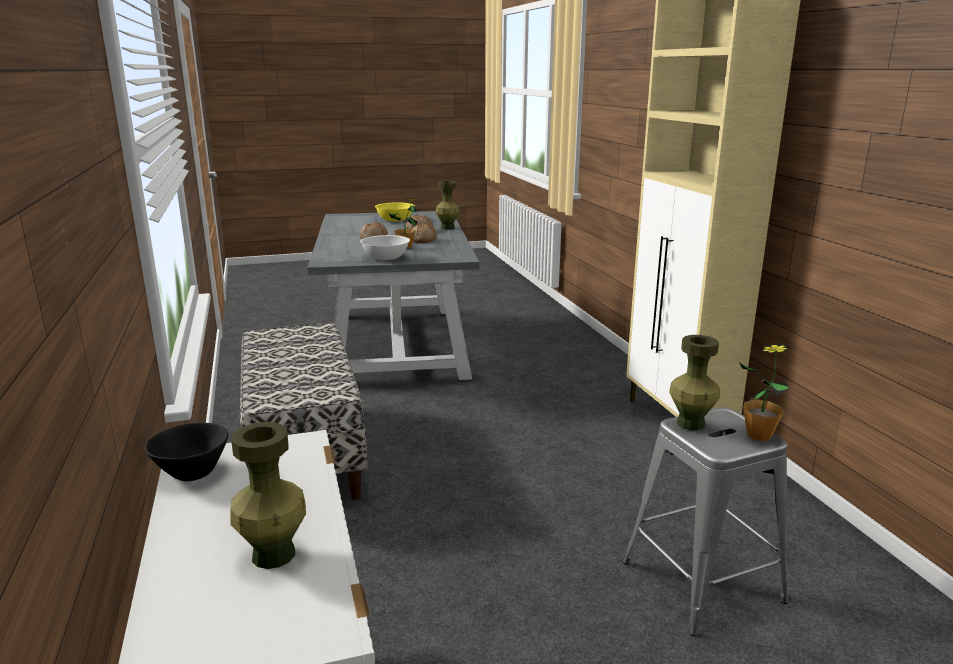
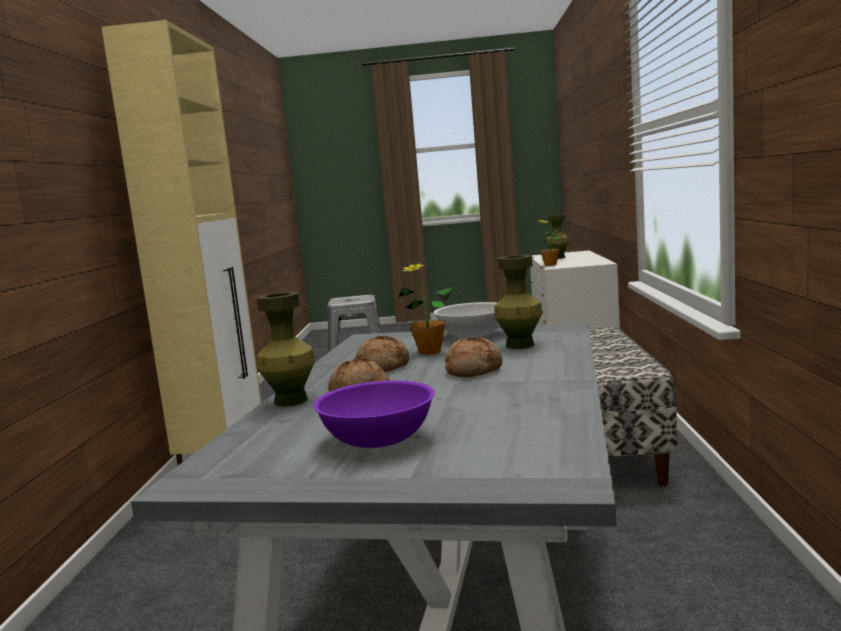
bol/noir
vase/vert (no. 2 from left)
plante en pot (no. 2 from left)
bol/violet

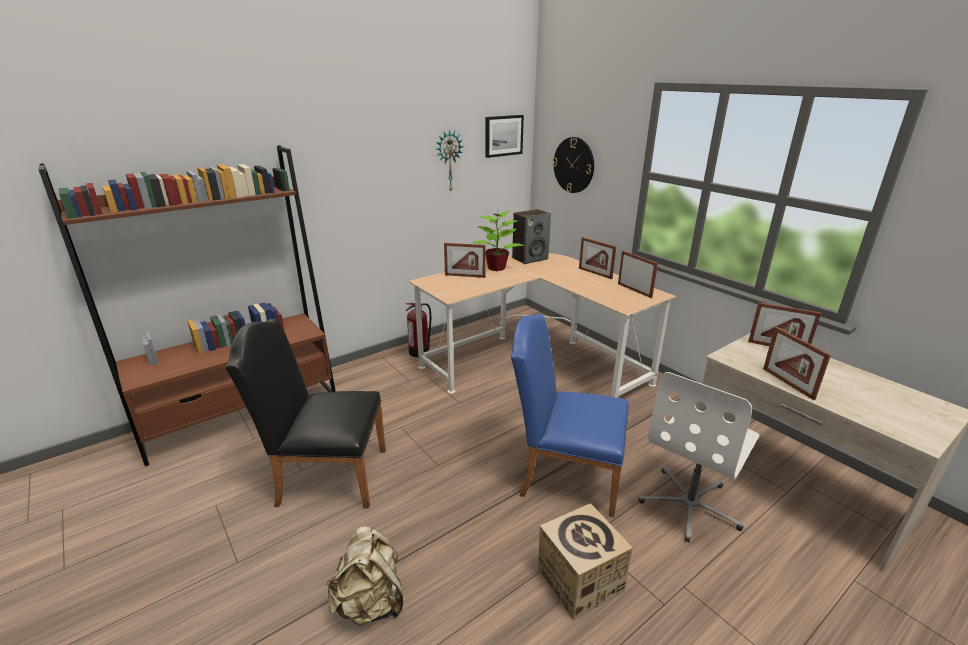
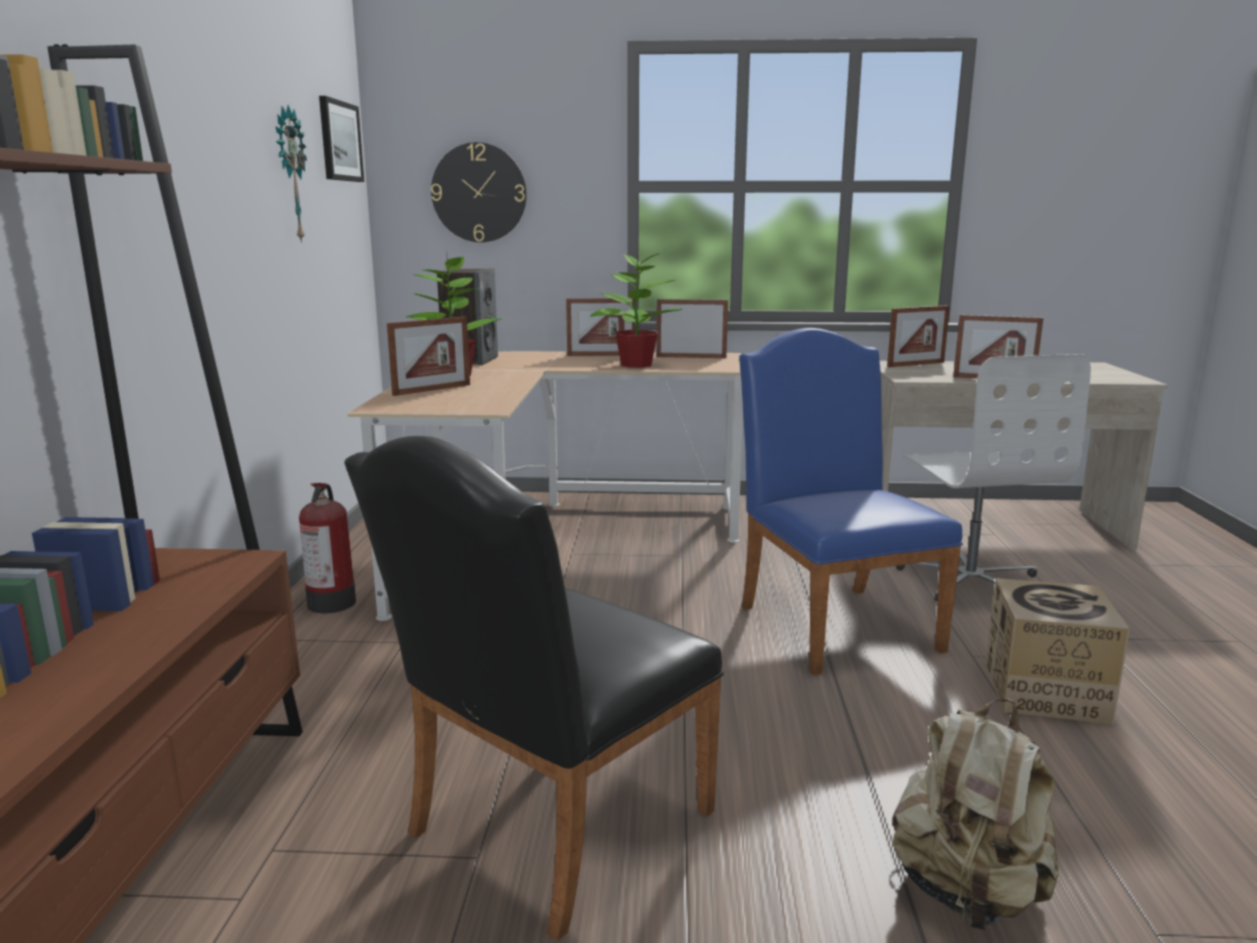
plante en pot (no. 2 from left)
chaise/bleu

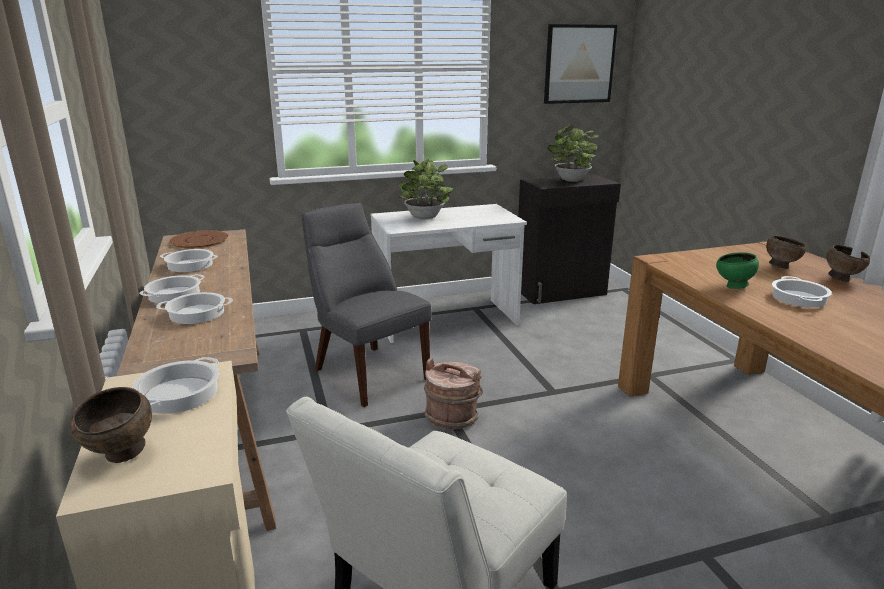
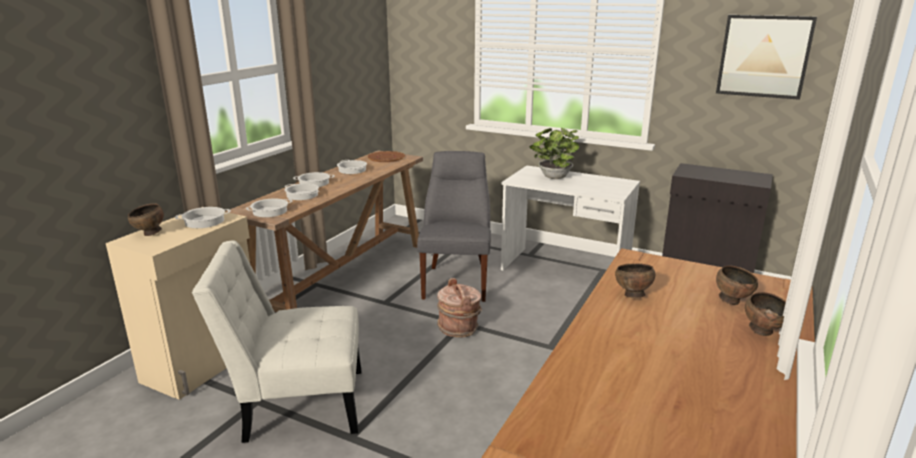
plante en pot (no. 2 from left in the first image)
marmite (no. 2 from left)
bol/marron (no. 2 from left)

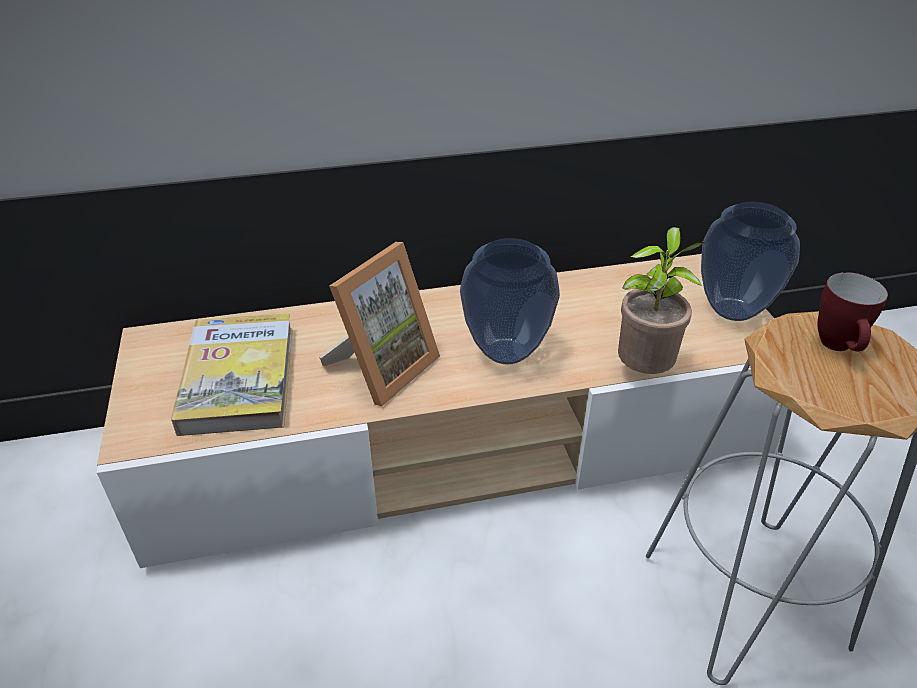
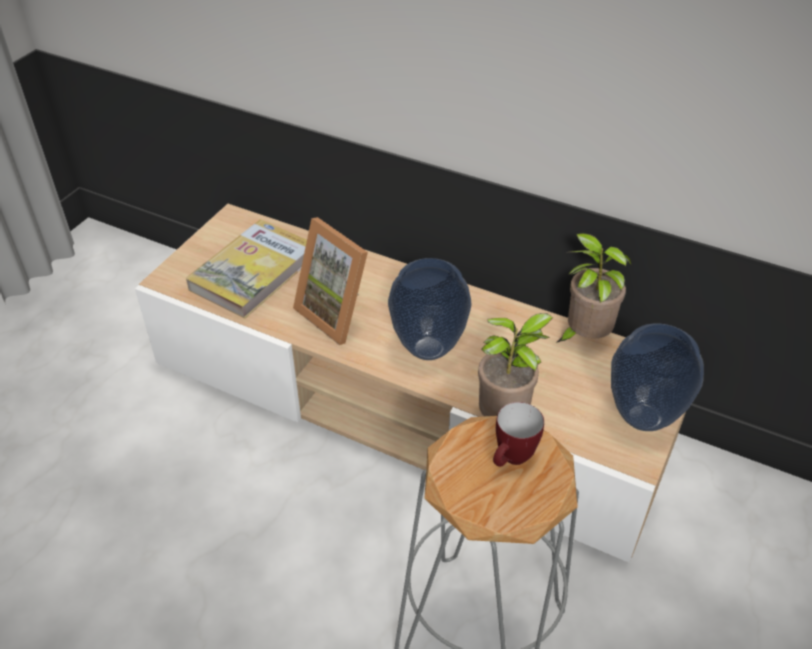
plante en pot (no. 2 from left)
cadre photo

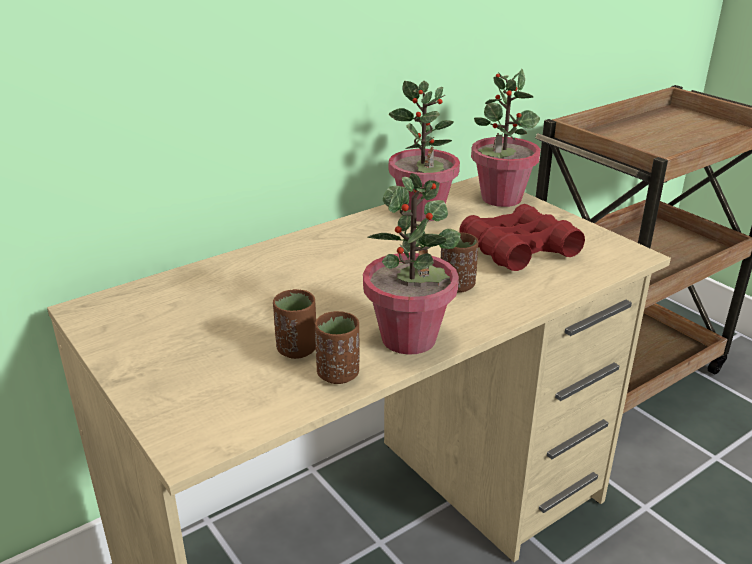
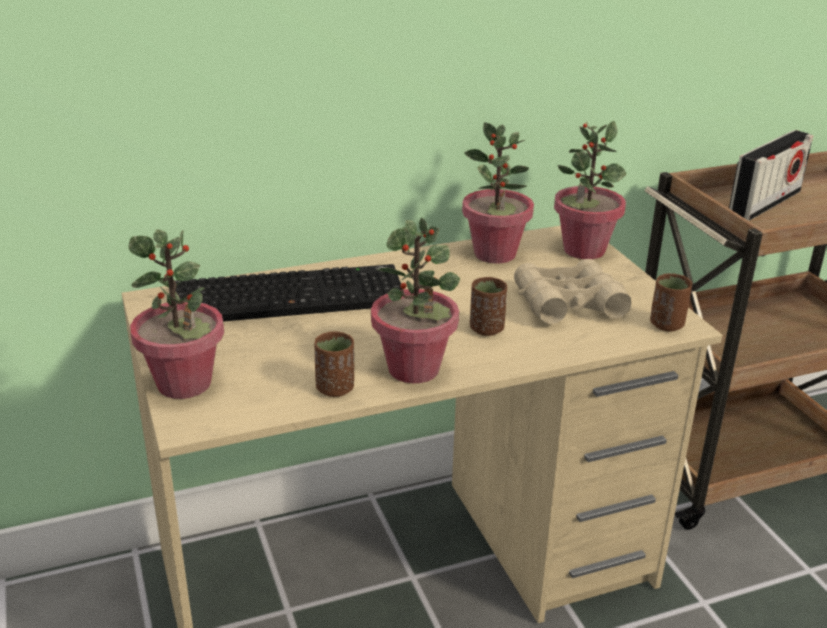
plante en pot (no. 1 from left)
clavier
radio
tasse/marron (no. 3 from left)
jumelles/beige

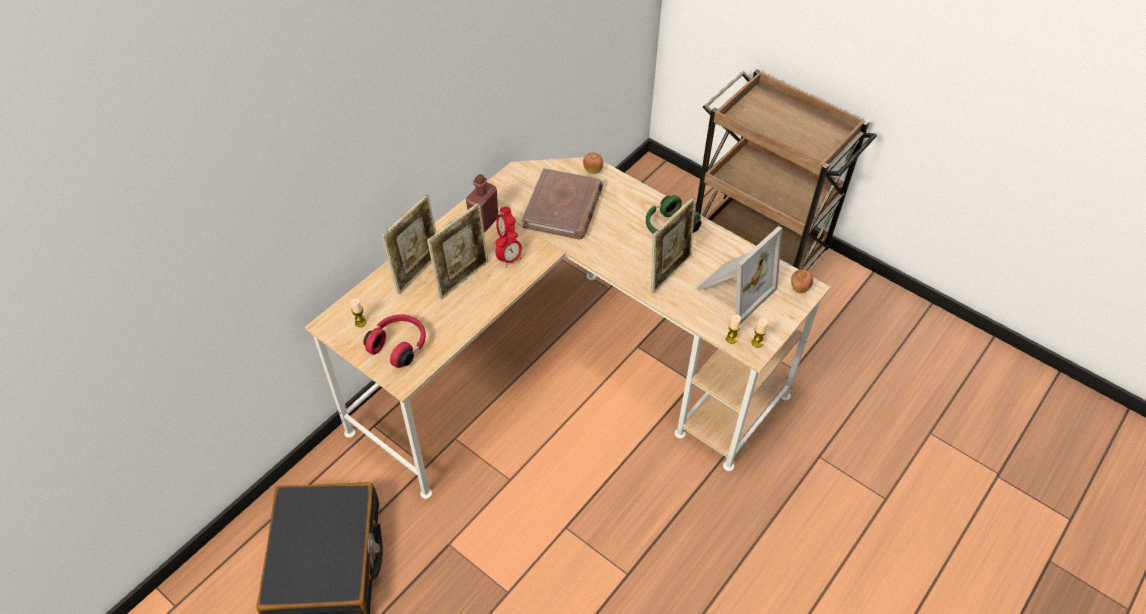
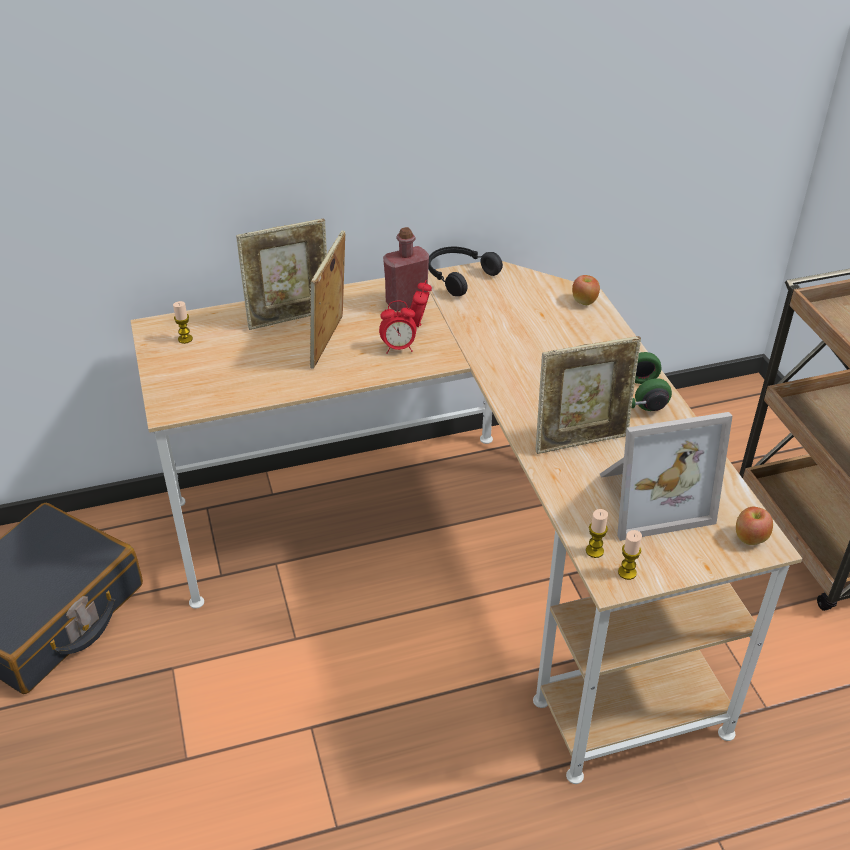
casque audio/rouge
livre/marron
casque audio/noir
cadre photo (no. 2 from left)

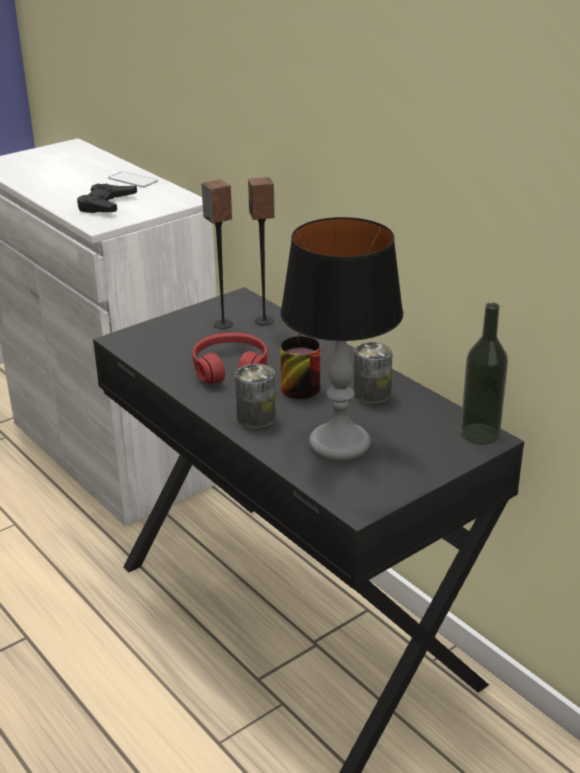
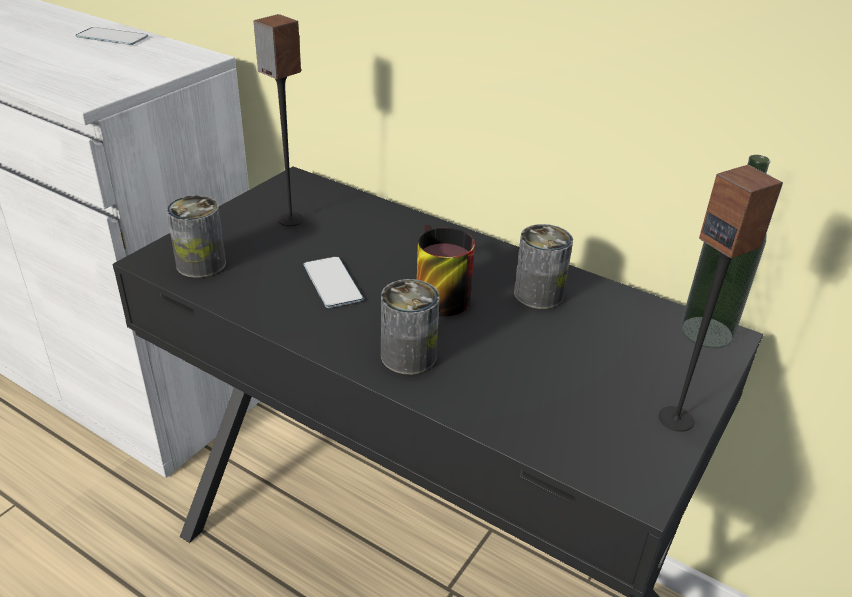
manette/noir
lampe de table
boîte métallique (no. 1 from left)
enceinte (no. 2 from left)
téléphone (no. 2 from left)

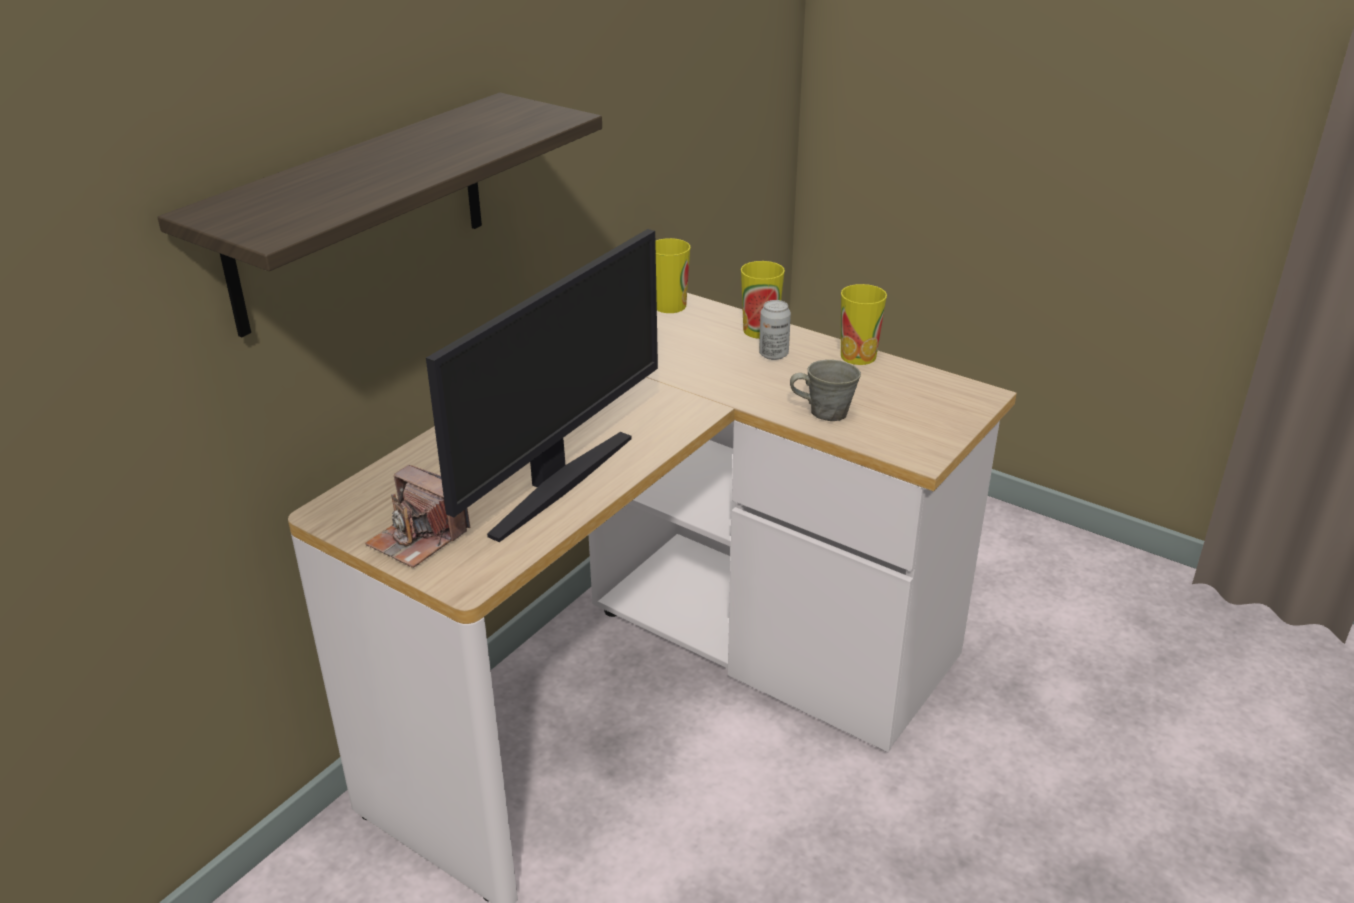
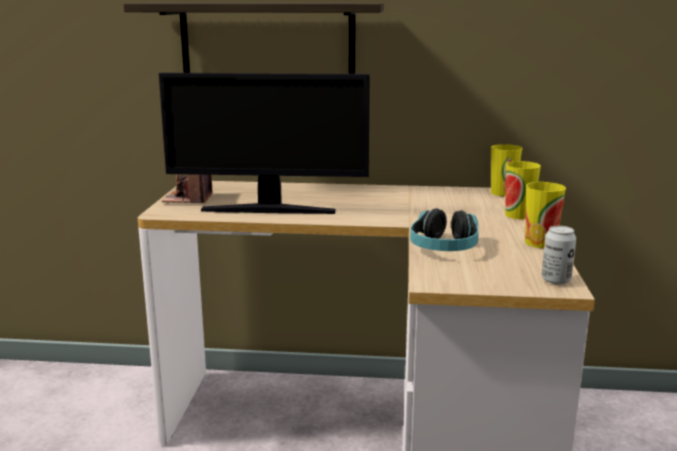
boîte métallique
casque audio

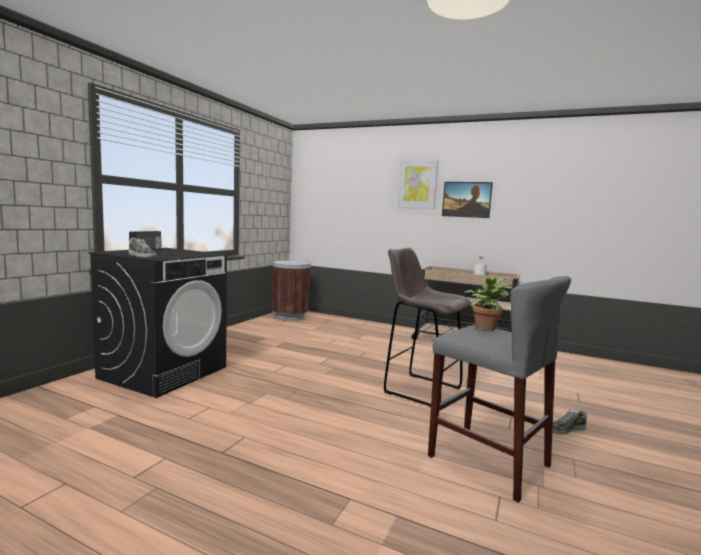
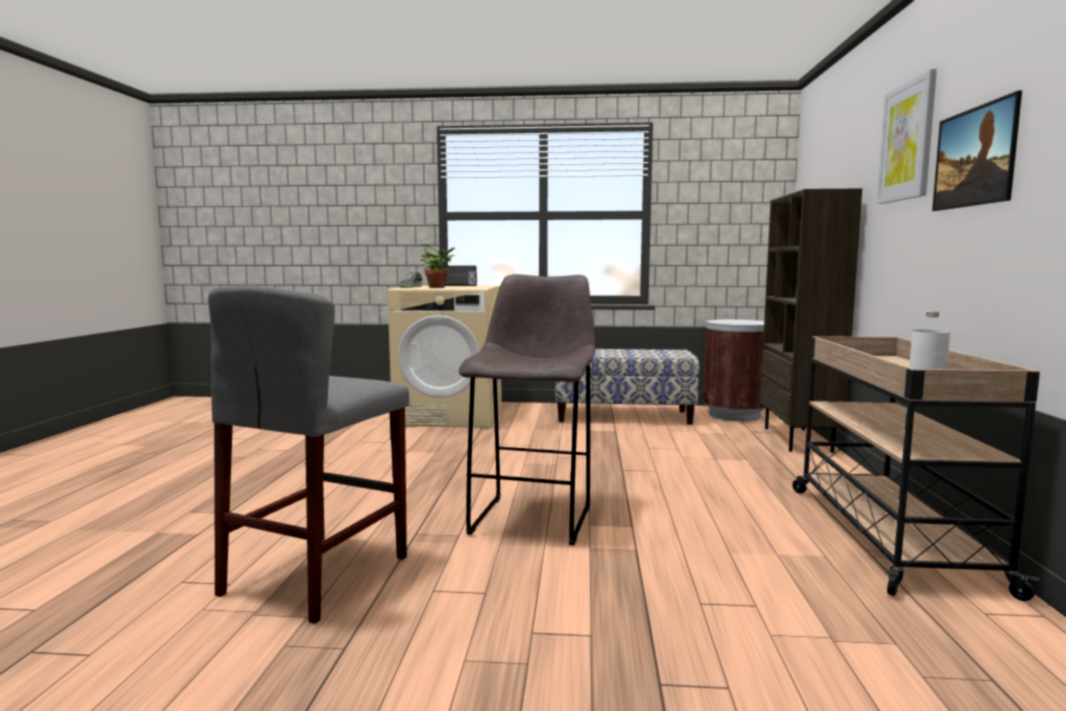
chaussure (no. 2 from left in the first image)
banc
bibliothèque/marron
plante en pot
lave-linge/beige

